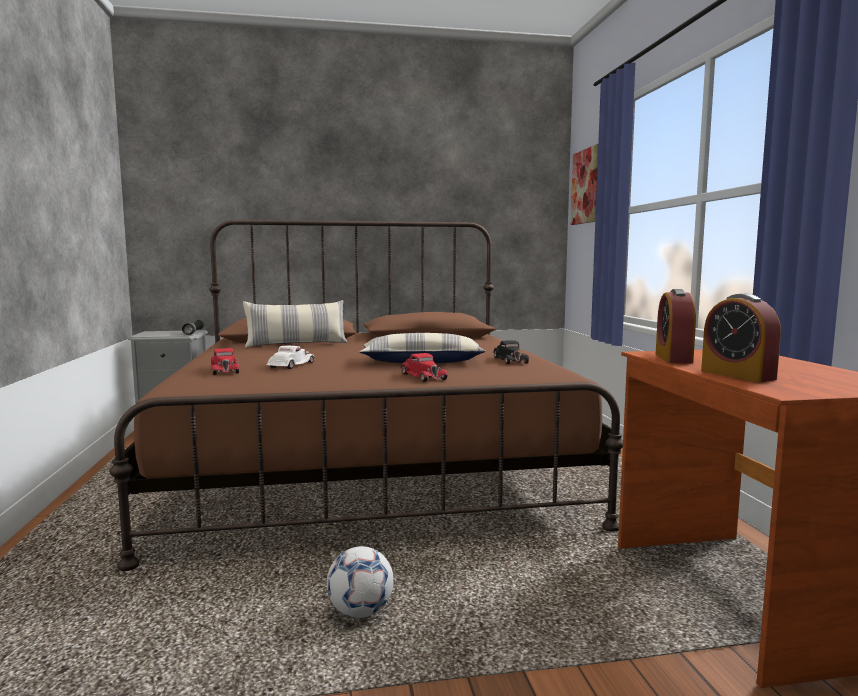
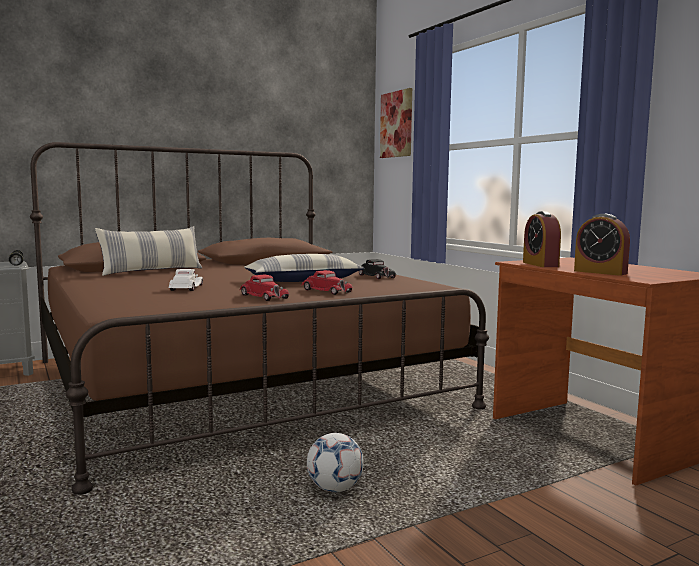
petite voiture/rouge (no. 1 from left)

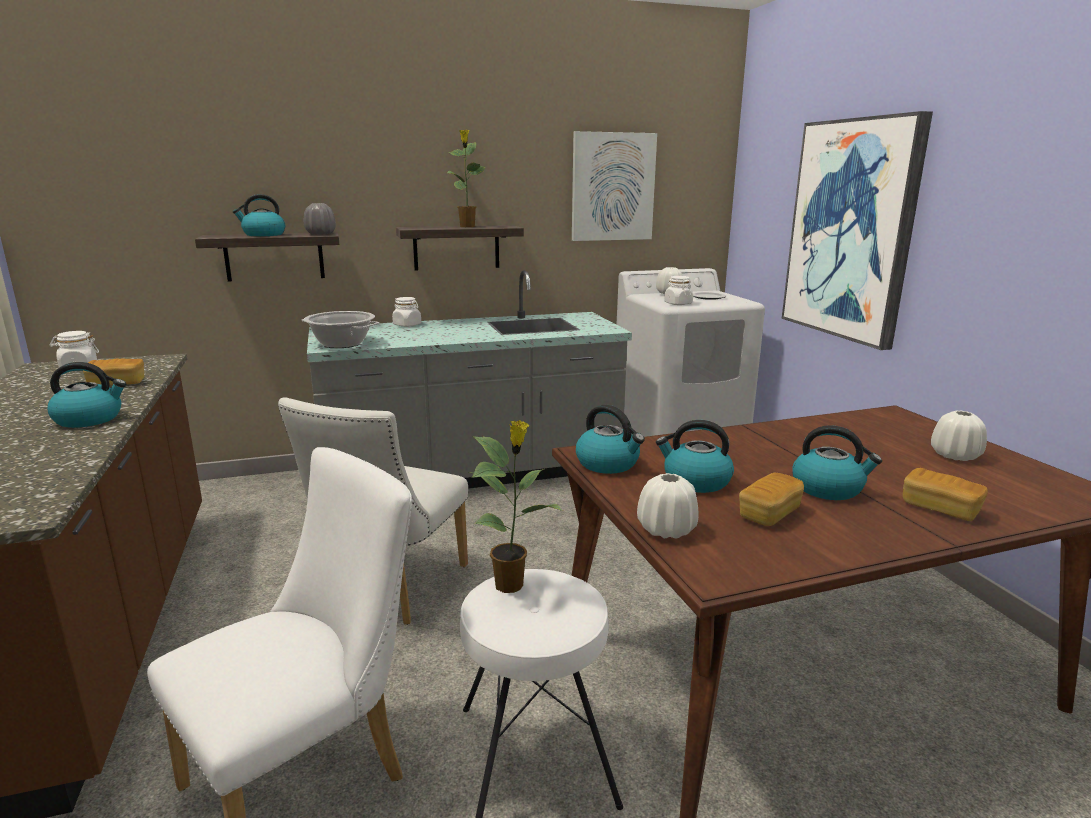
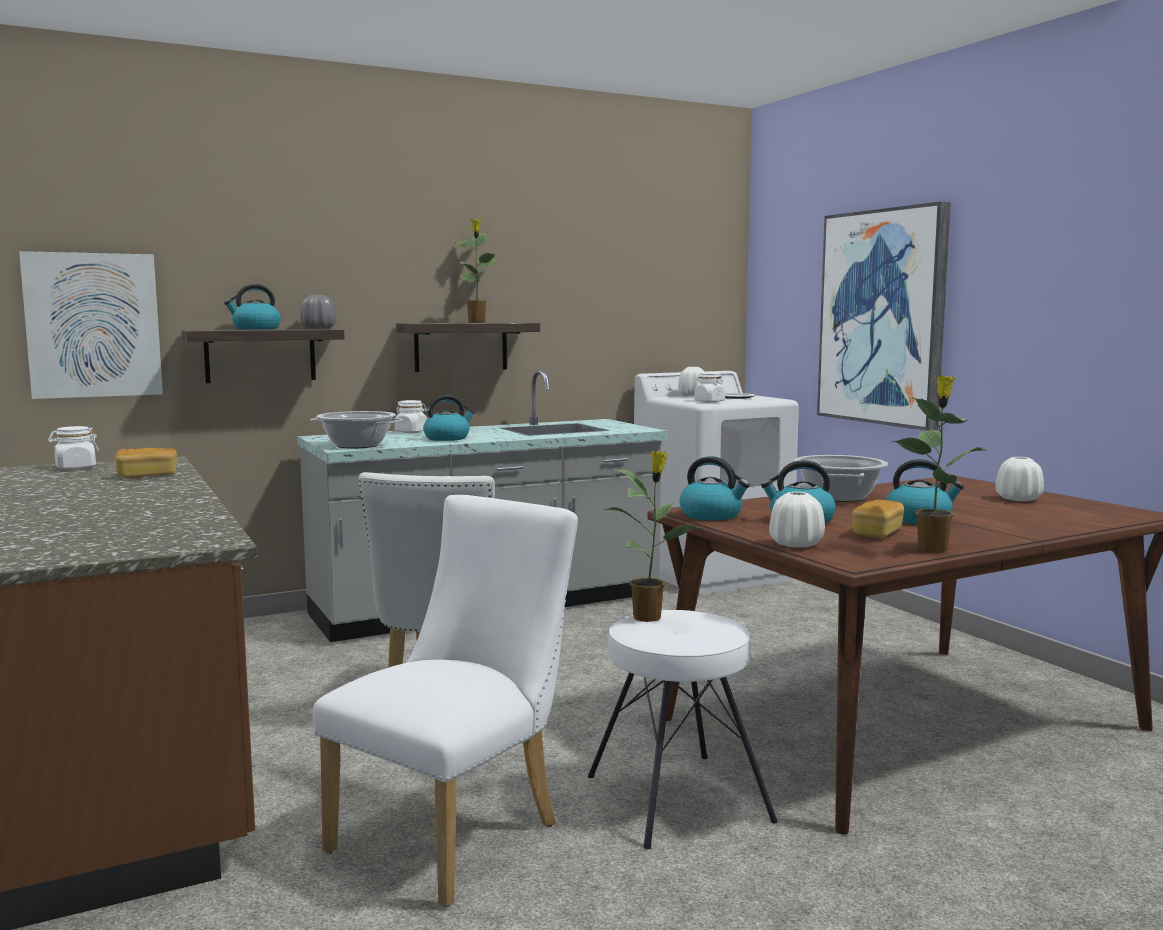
pain (no. 3 from left in the first image)
marmite (no. 2 from left)
plante en pot (no. 3 from left)
bouilloire (no. 2 from left)
tableau (no. 1 from left)

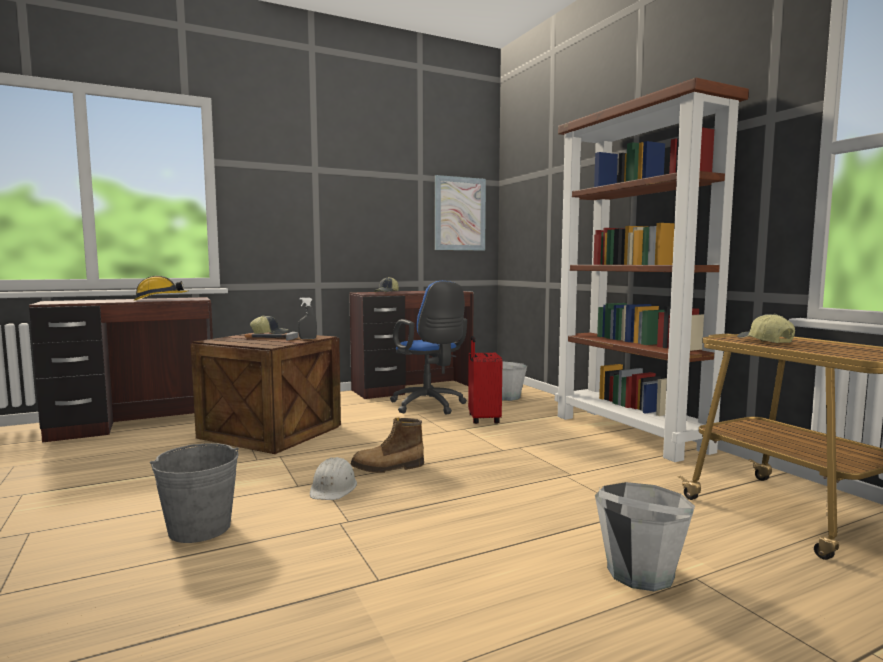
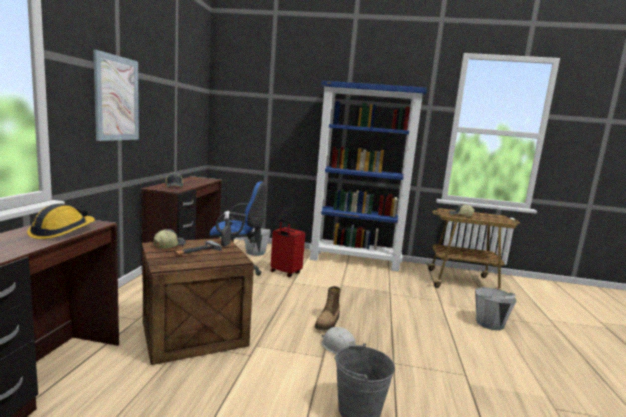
tableau
bibliothèque/bleu

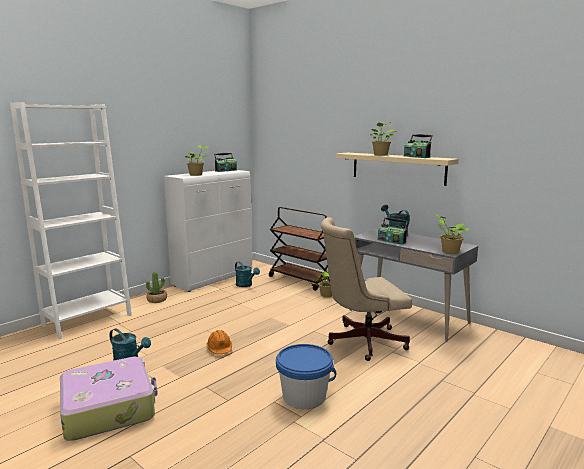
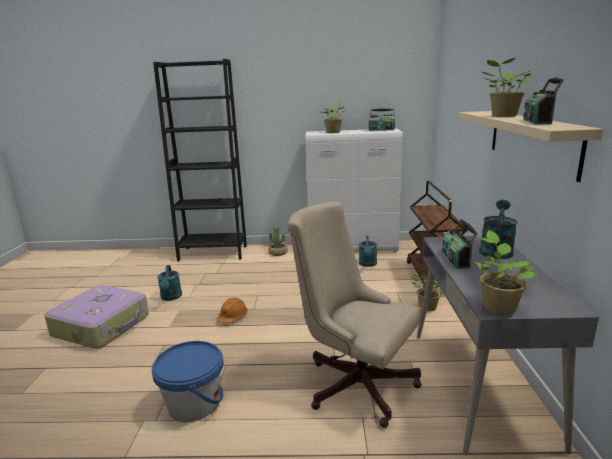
bibliothèque/noir

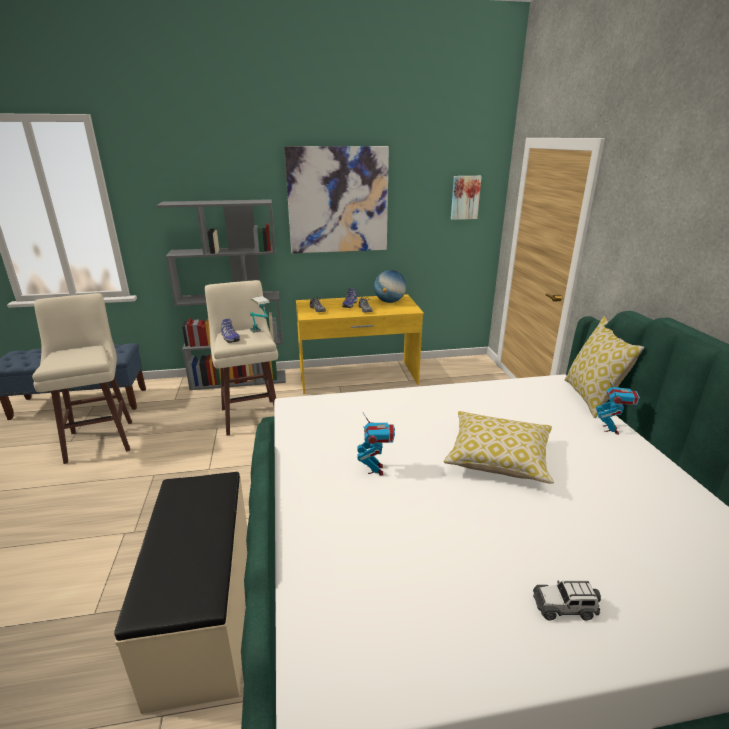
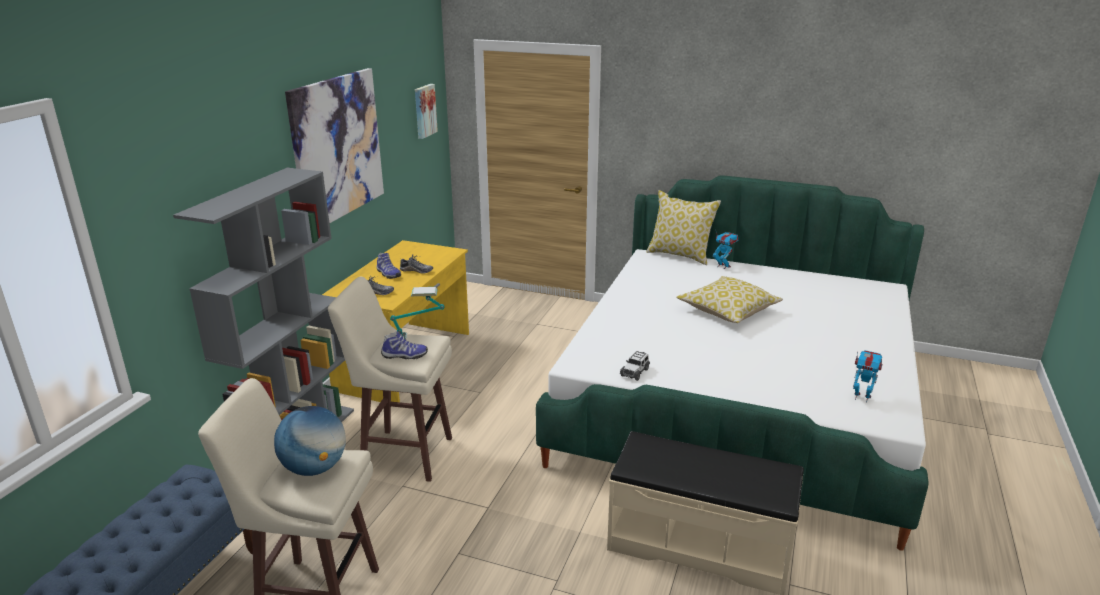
robot jouet (no. 2 from left)
globe
petite voiture

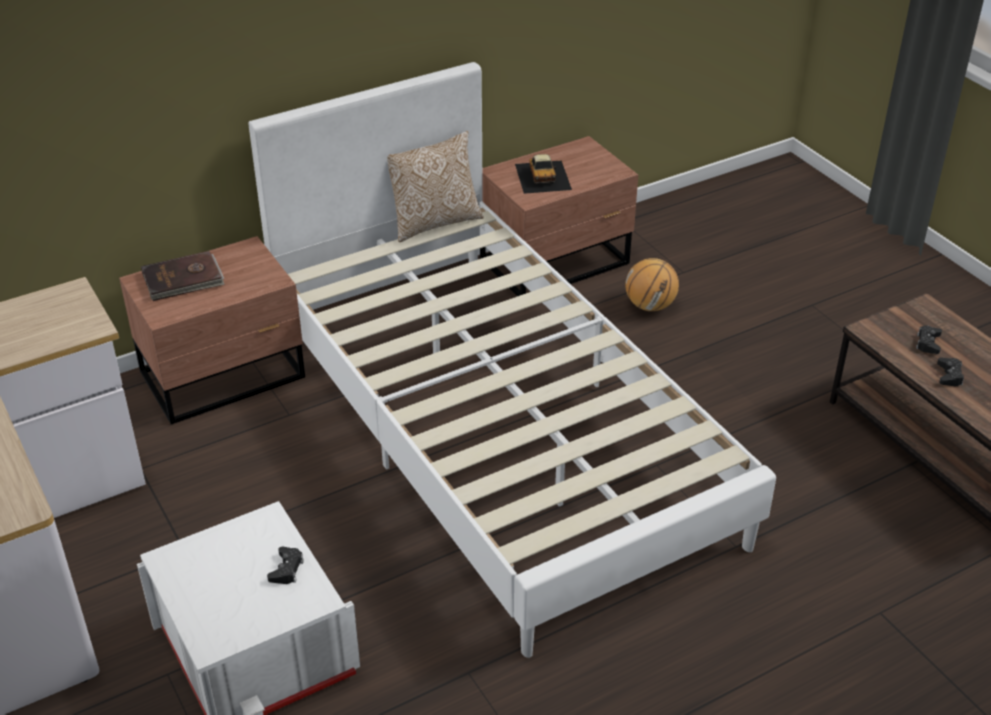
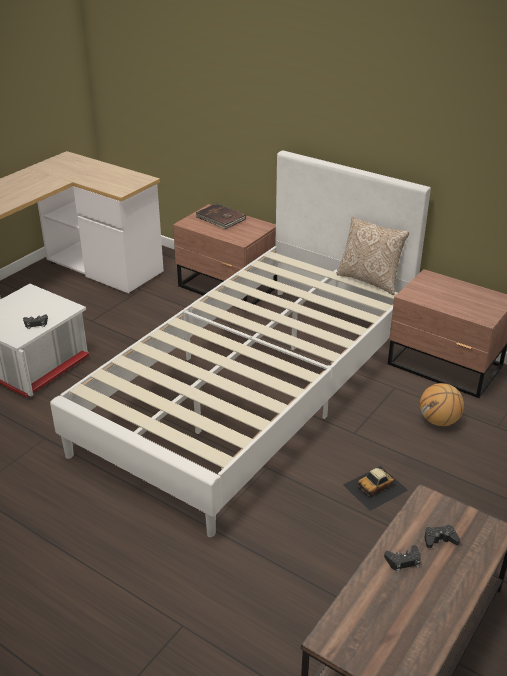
petite voiture

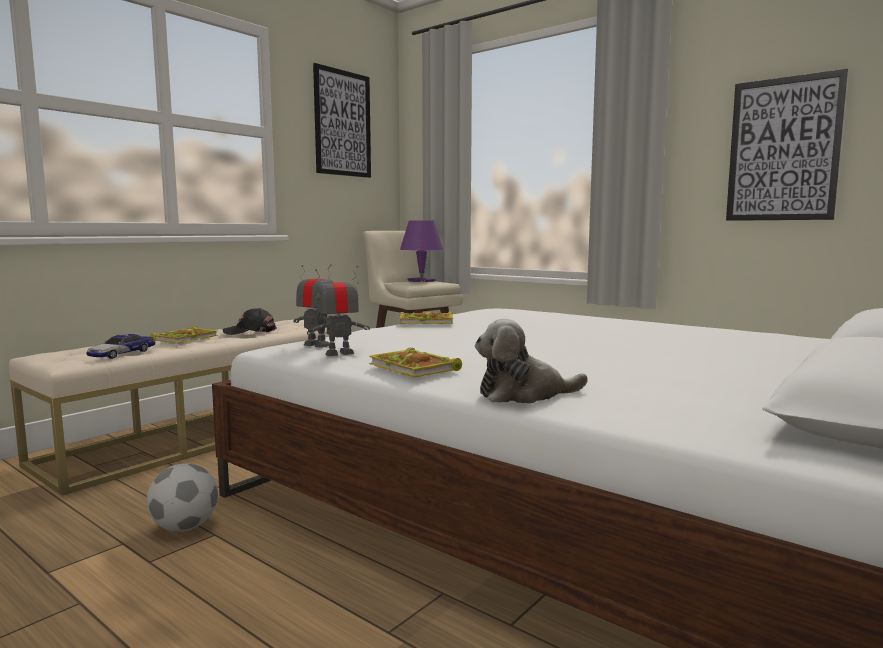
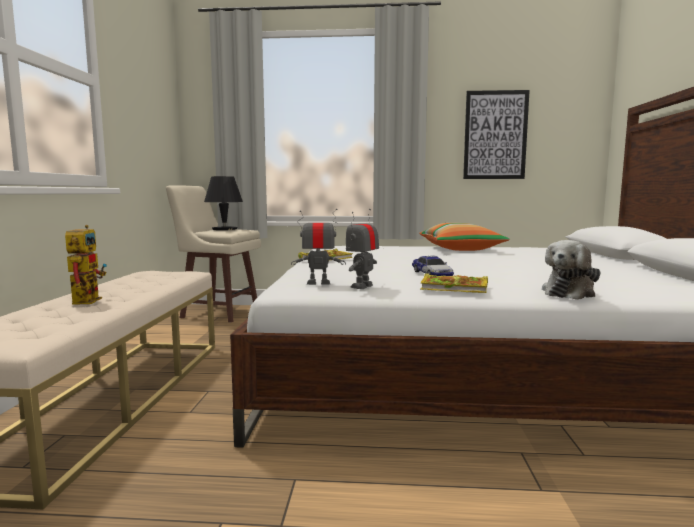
ballon de foot
casquette/noir
tableau (no. 1 from left in the first image)
coussin
petite voiture
robot jouet (no. 1 from left)
lampe de table/noir

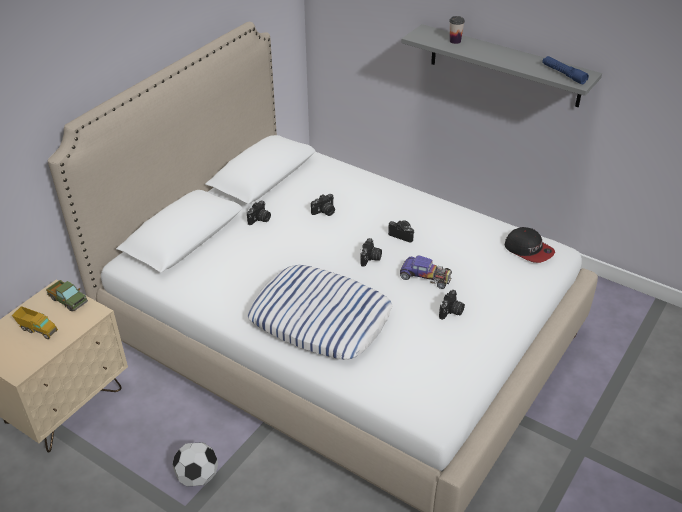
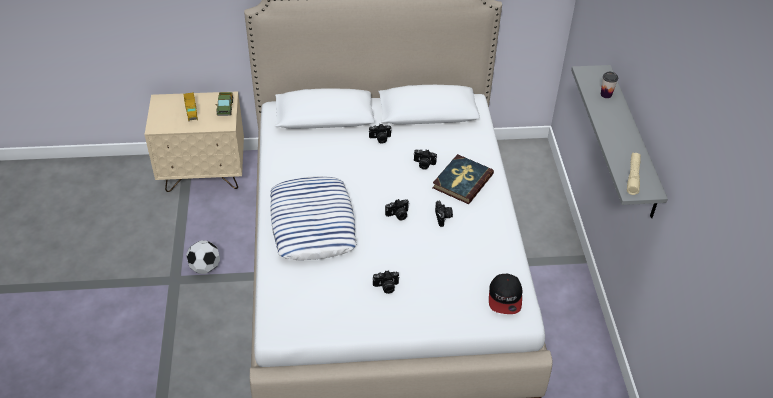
petite voiture
livre
lampe de poche/beige

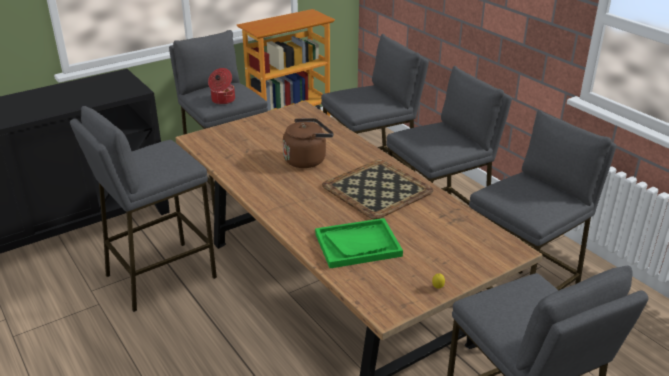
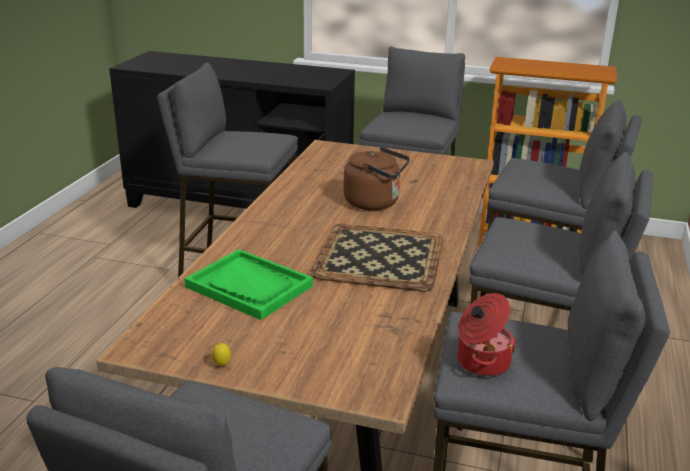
marmite

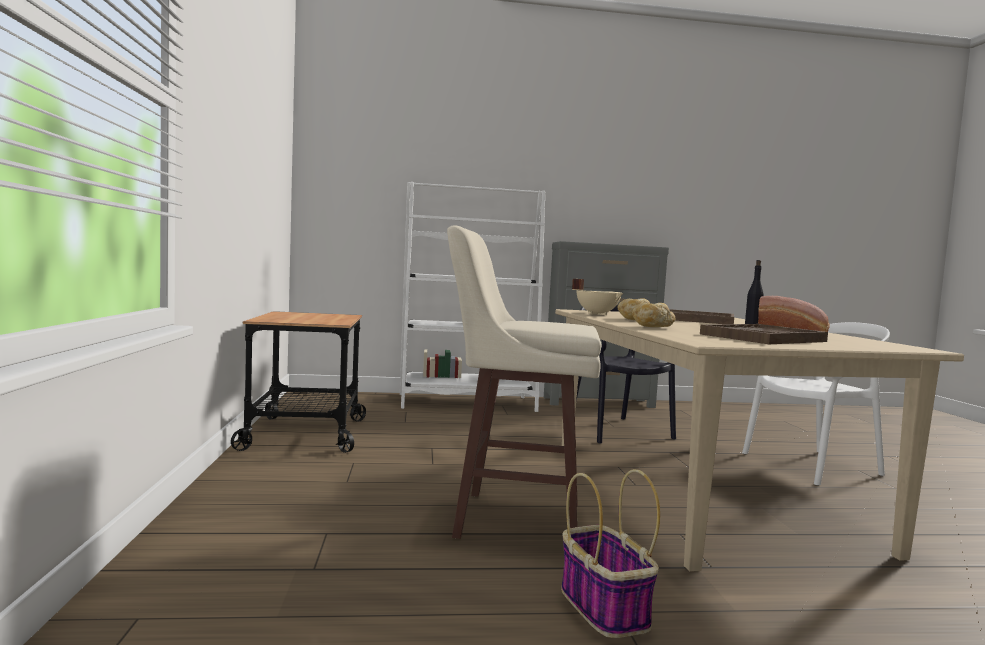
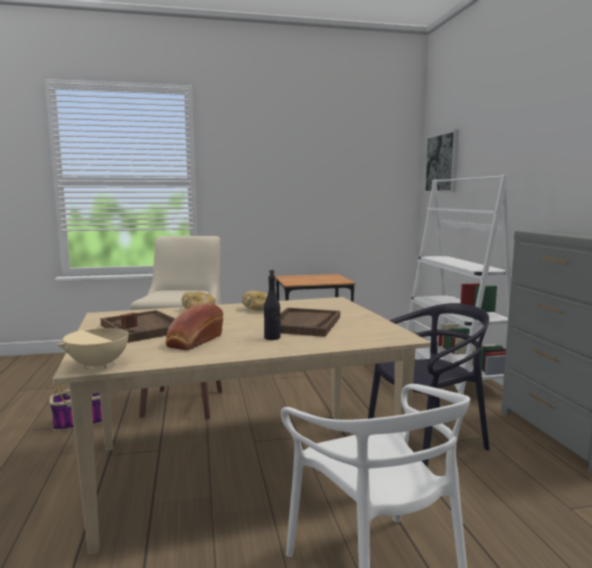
tableau
marmite/beige

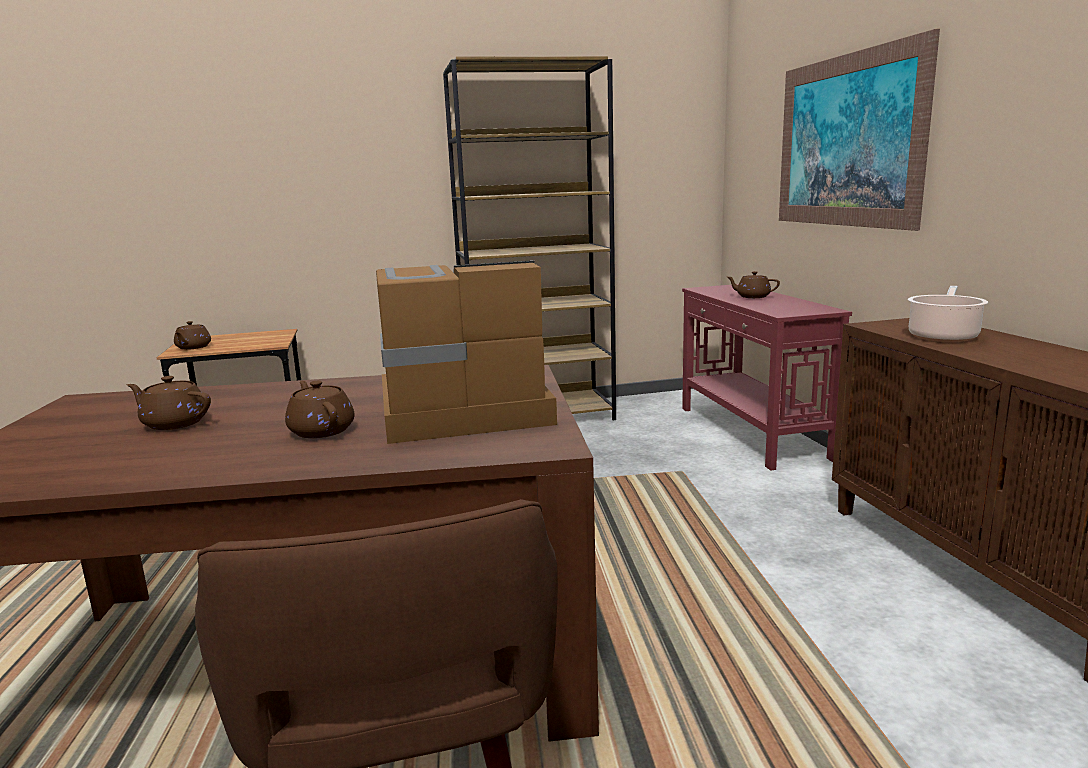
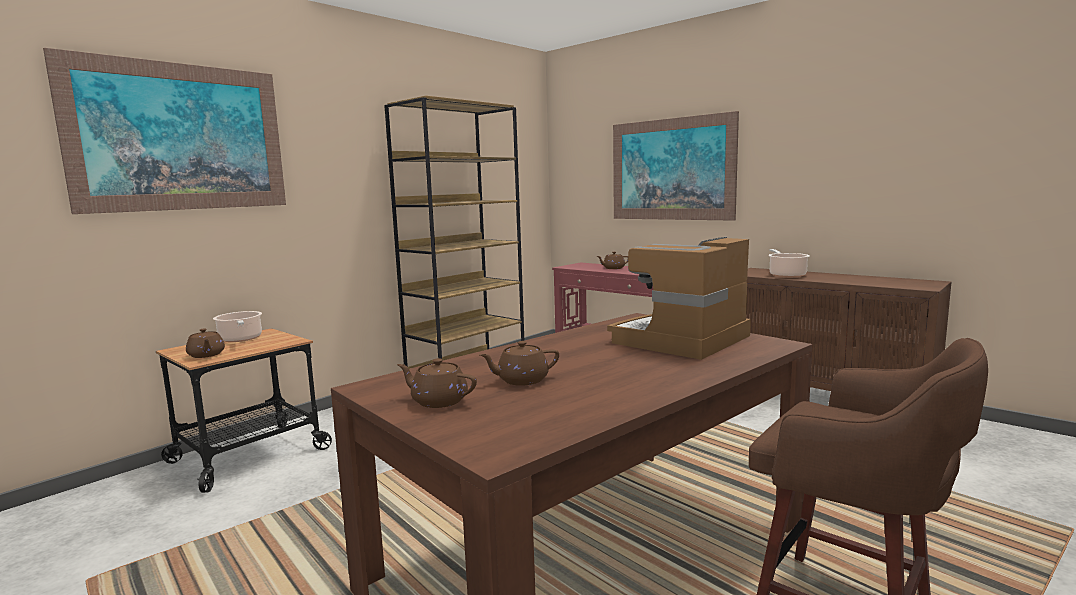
tableau (no. 1 from left)
marmite (no. 1 from left)
théière/marron (no. 2 from left)

